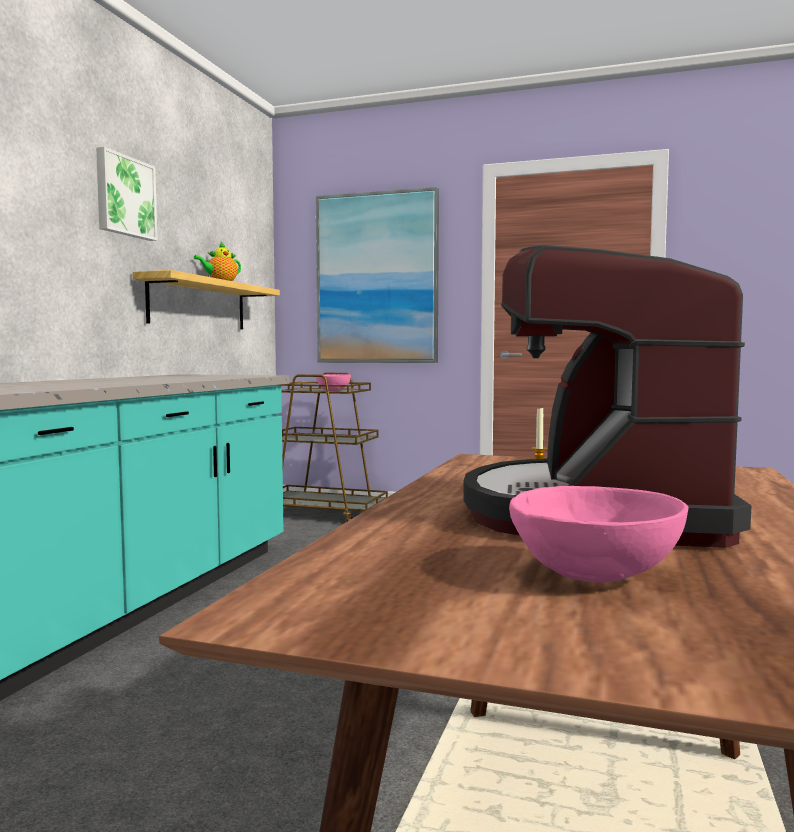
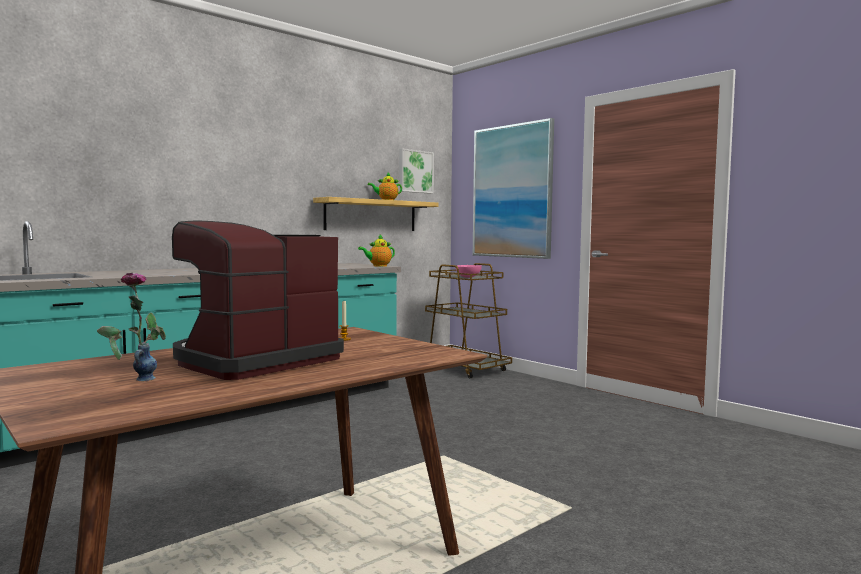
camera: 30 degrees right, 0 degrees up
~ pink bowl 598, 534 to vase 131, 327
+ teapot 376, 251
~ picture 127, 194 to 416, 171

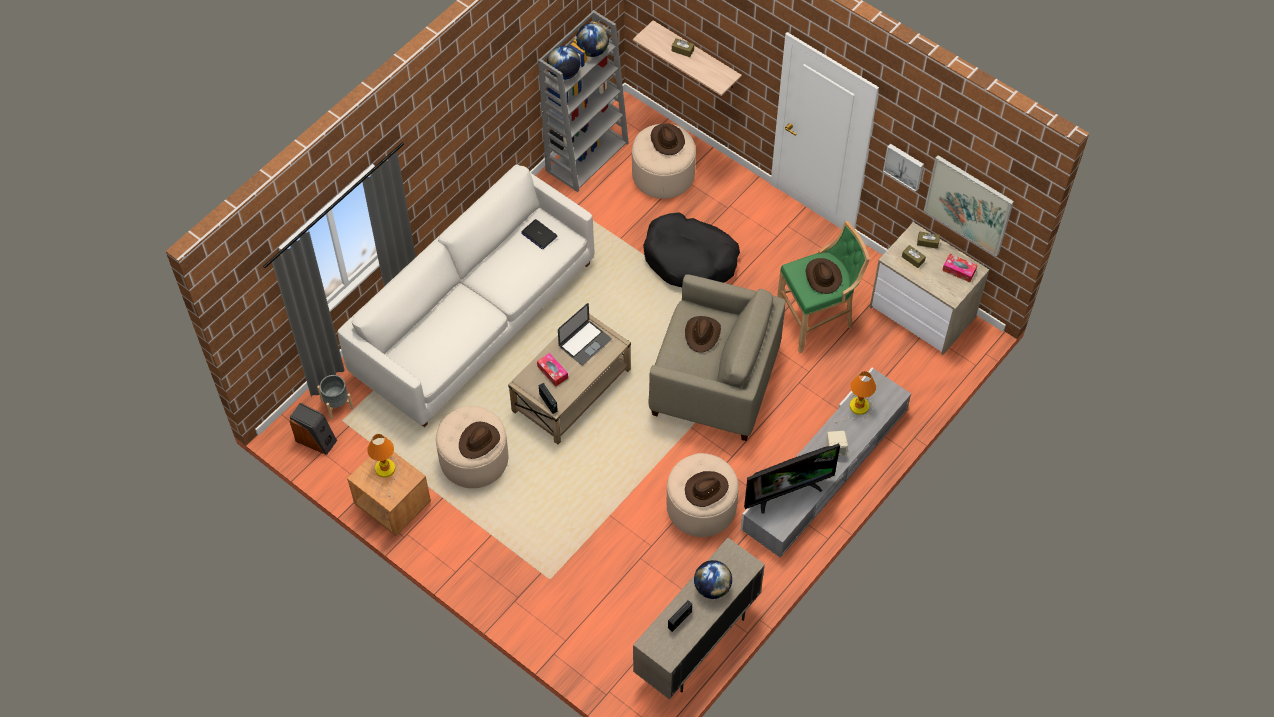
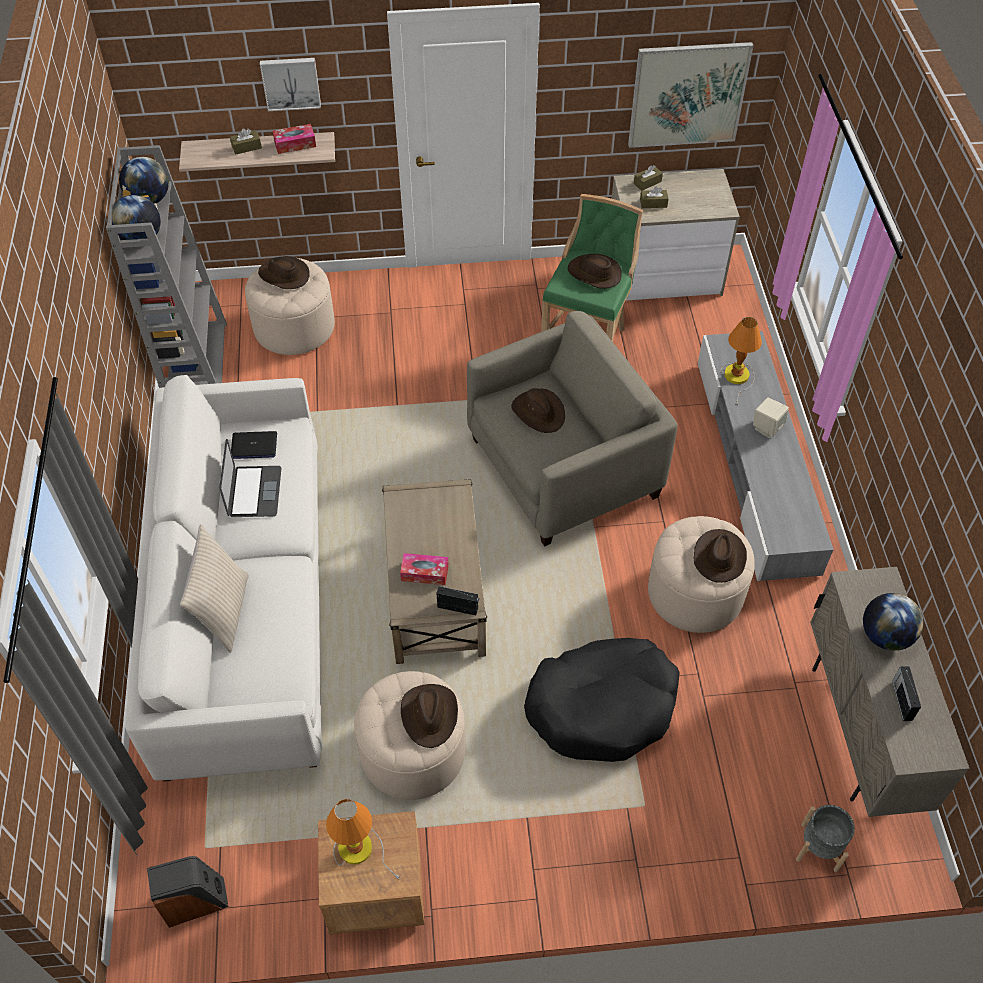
camera: 45 degrees left, 5 degrees down
+ beige pillow 214, 588
~ laptop 585, 334 to 250, 478
~ picture 903, 168 to 290, 84
~ tissue box 959, 268 to 294, 139
~ black dog bed 691, 250 to 602, 700
~ grey planter 335, 397 to 825, 838
- television 792, 478

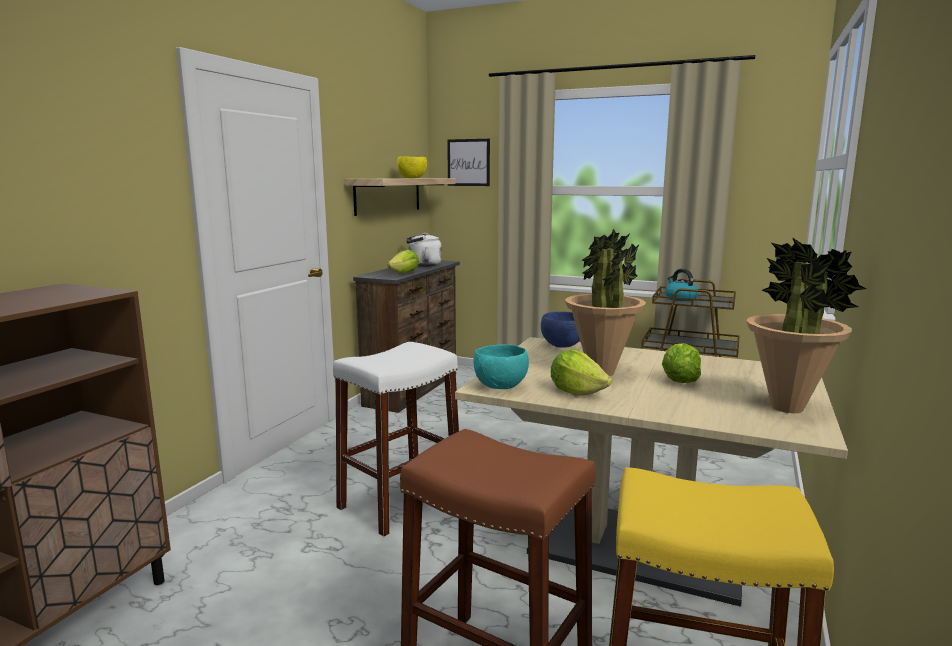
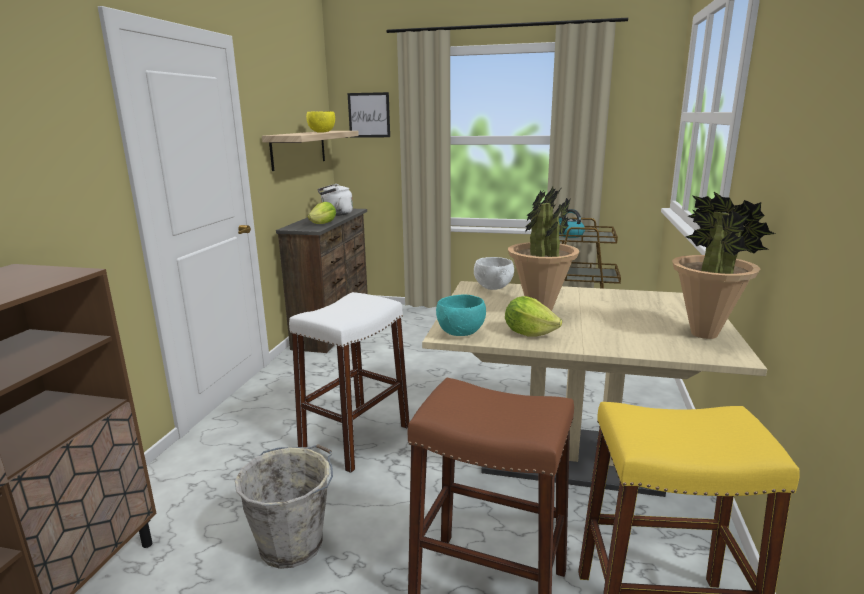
camera: 10 degrees left, 5 degrees up
+ grey bucket 284, 506
~ blue bowl 560, 329 to white bowl 494, 273
- lettuce 681, 363

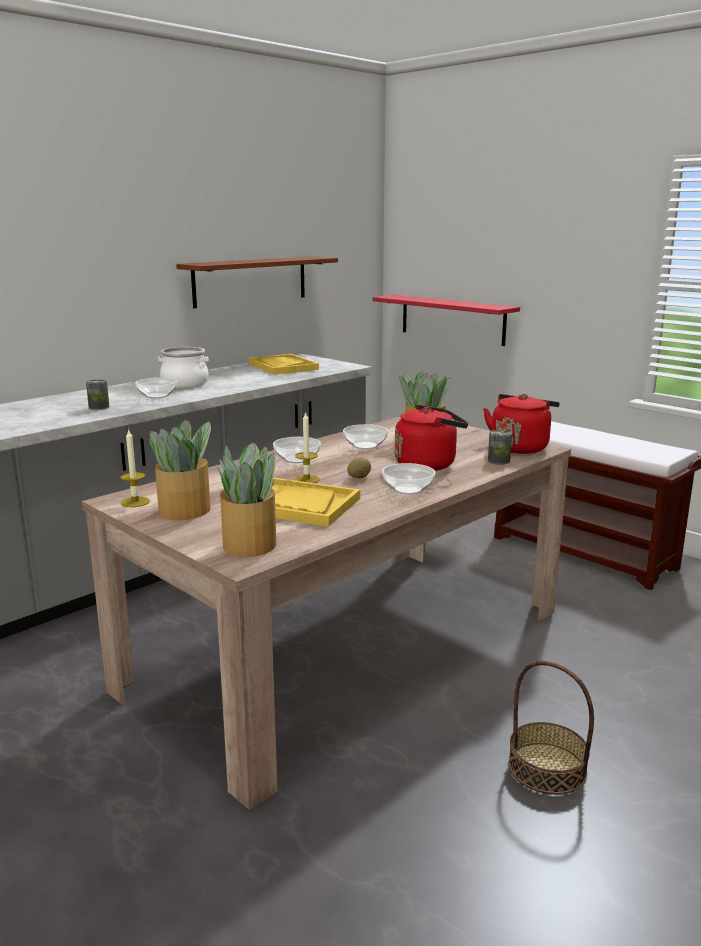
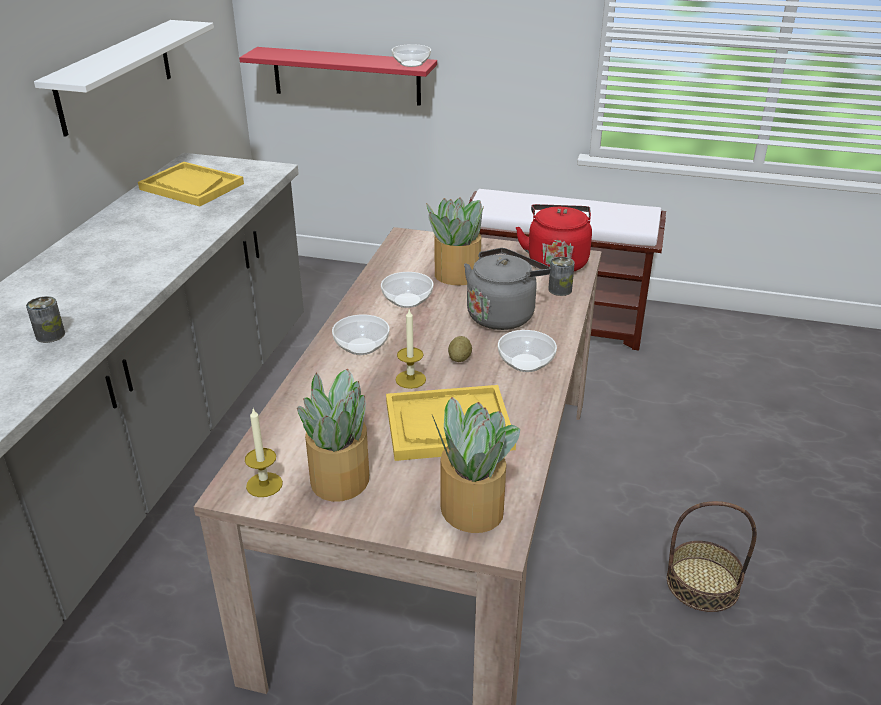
camera: 30 degrees left, 15 degrees up
~ brown shelf 257, 282 to white shelf 124, 78
~ bowl 156, 387 to 411, 55
~ red kettle 431, 438 to grey kettle 507, 289
- cooking pot 183, 367

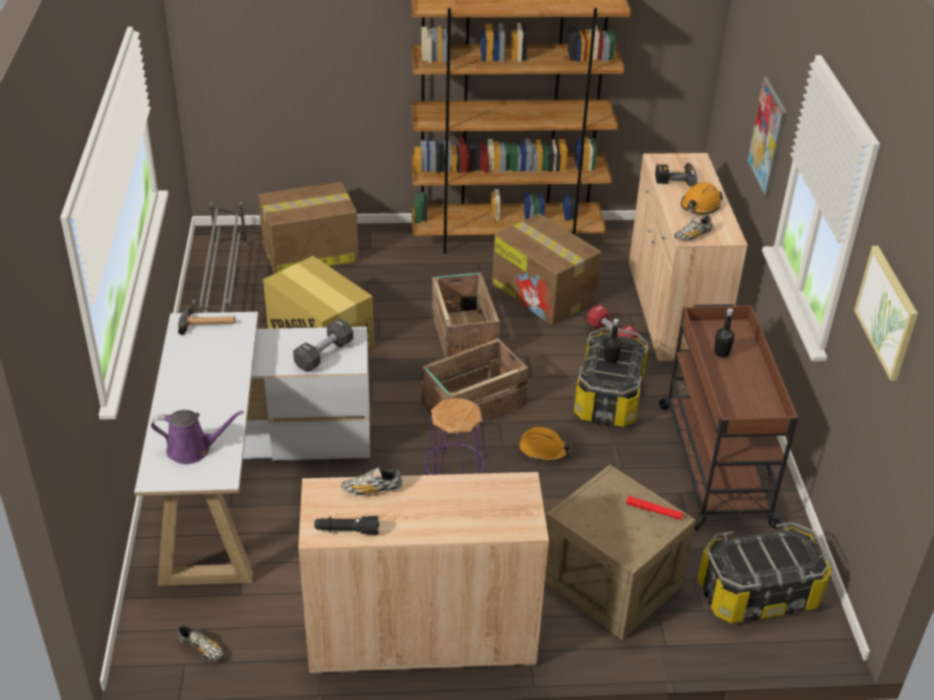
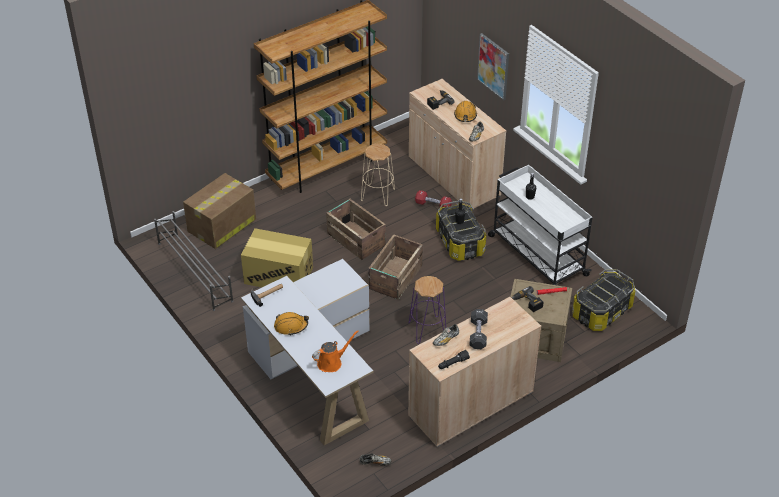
camera: 30 degrees left, 5 degrees up
~ orange hard hat 545, 444 to 291, 324
~ purple watering can 197, 437 to orange watering can 335, 351
~ cardboard box 547, 269 to beige stool 378, 175
~ black dumbbell 323, 345 to 479, 329
~ brown cart 728, 417 to white cart 540, 225
+ power drill 528, 299
- picture 886, 313

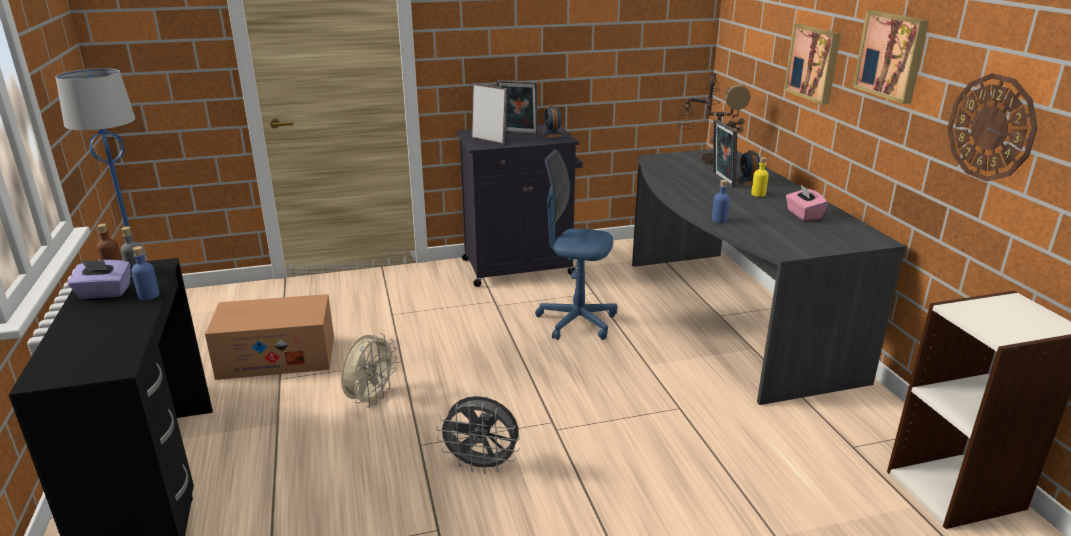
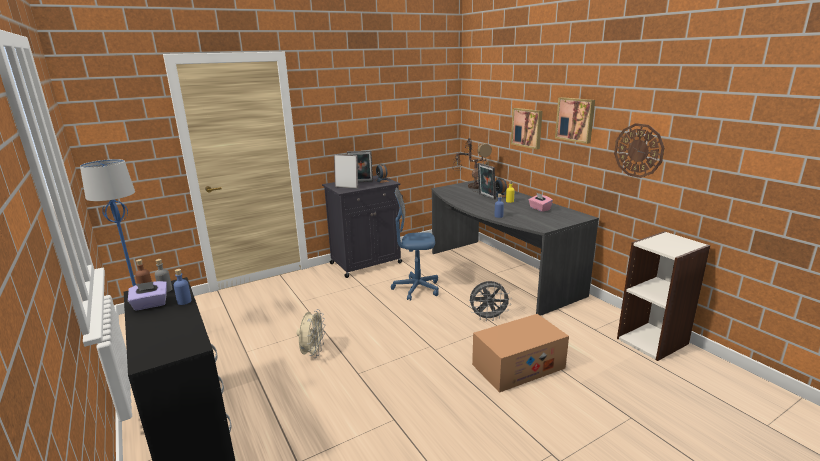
camera: 15 degrees left, 5 degrees down
~ grey fan 478, 435 to 490, 301
~ cardboard box 269, 337 to 520, 353

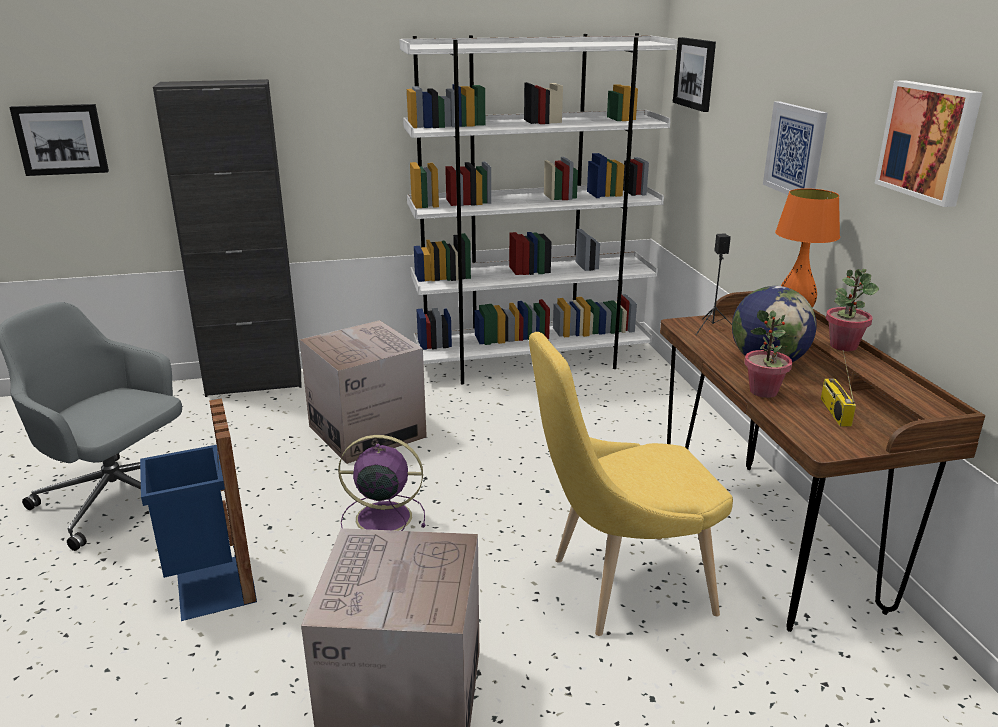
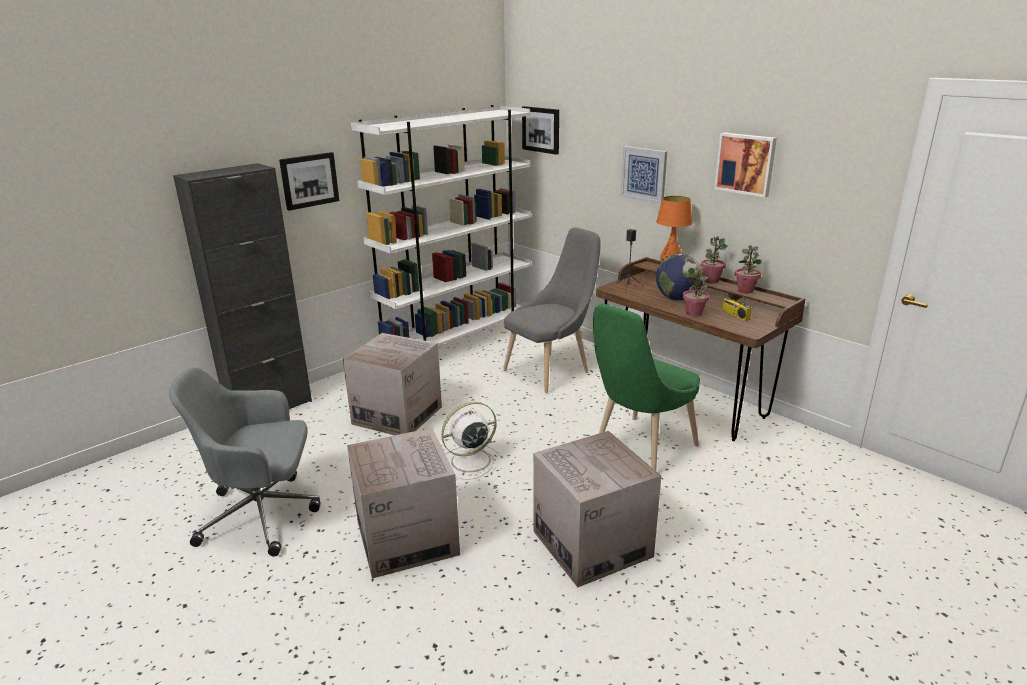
camera: 30 degrees left, 0 degrees up
~ picture 59, 140 to 309, 181
~ blue trash can 198, 509 to cardboard box 403, 503
~ purple fan 381, 483 to white fan 472, 441
+ grey chair 552, 310
~ yellow chair 631, 484 to green chair 646, 387
+ potted plant 748, 269

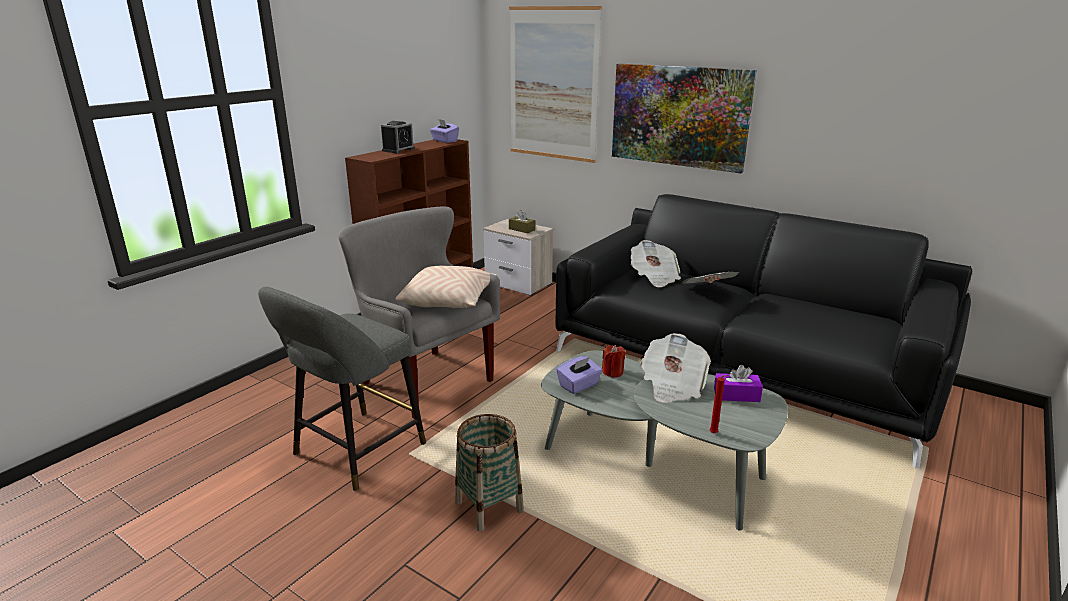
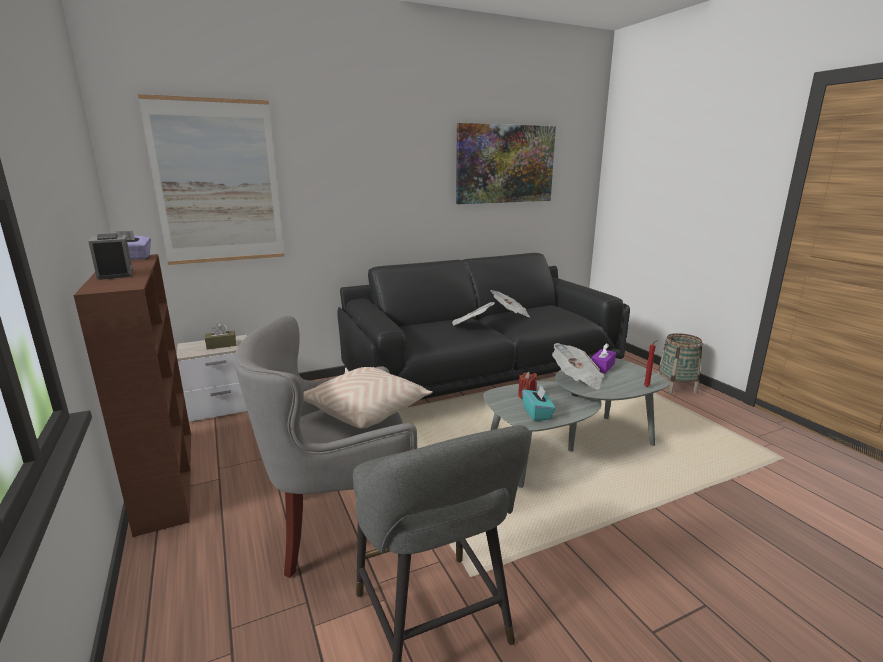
camera: 60 degrees left, 5 degrees down
~ picture 684, 118 to 506, 163
~ newspaper 656, 264 to 510, 303
~ purple tissue box 579, 375 to turquoise tissue box 539, 403
~ basket 489, 472 to 680, 363

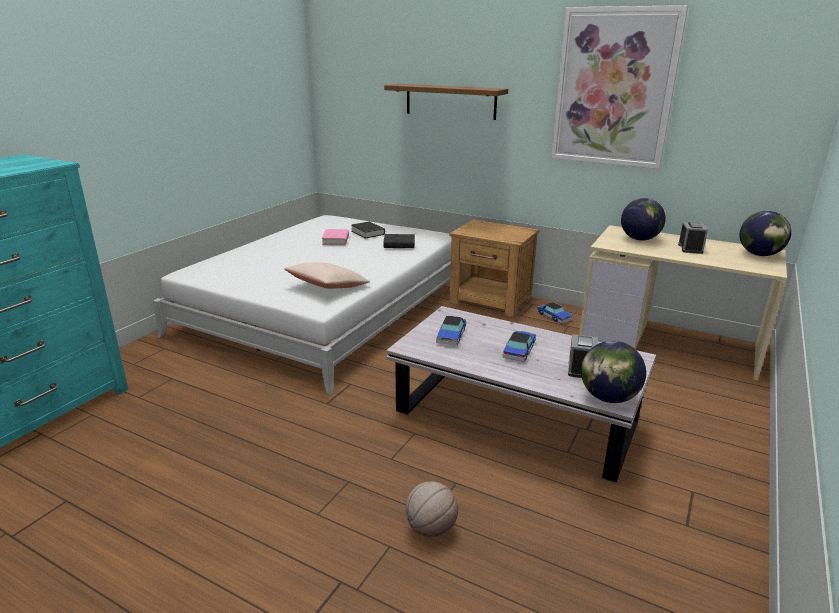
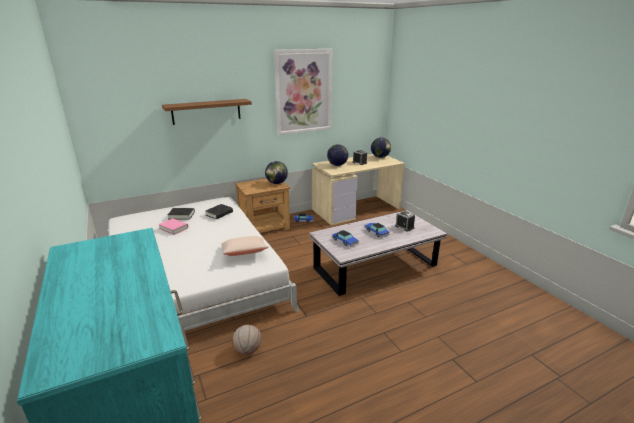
camera: 55 degrees left, 0 degrees up
~ basketball 431, 509 to 246, 340
~ globe 613, 372 to 276, 172

